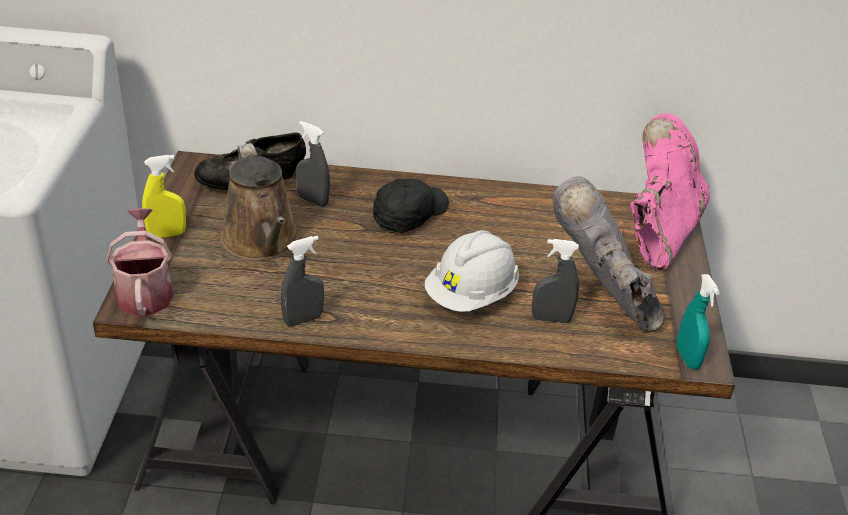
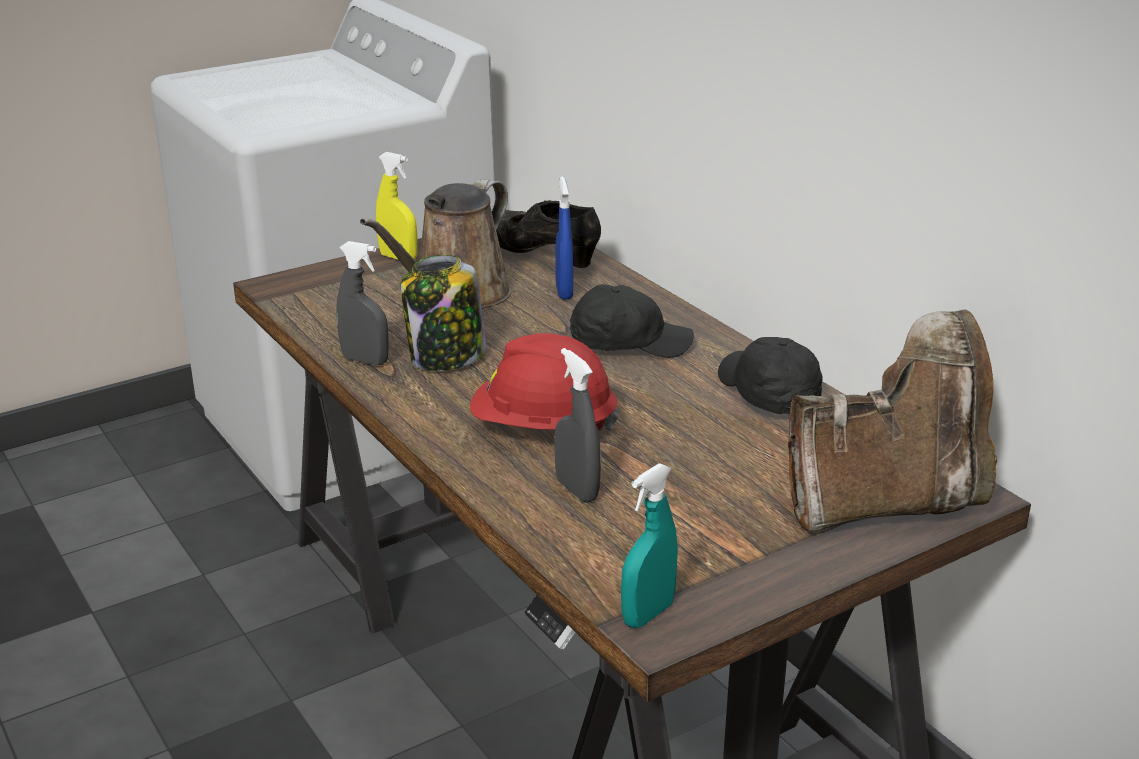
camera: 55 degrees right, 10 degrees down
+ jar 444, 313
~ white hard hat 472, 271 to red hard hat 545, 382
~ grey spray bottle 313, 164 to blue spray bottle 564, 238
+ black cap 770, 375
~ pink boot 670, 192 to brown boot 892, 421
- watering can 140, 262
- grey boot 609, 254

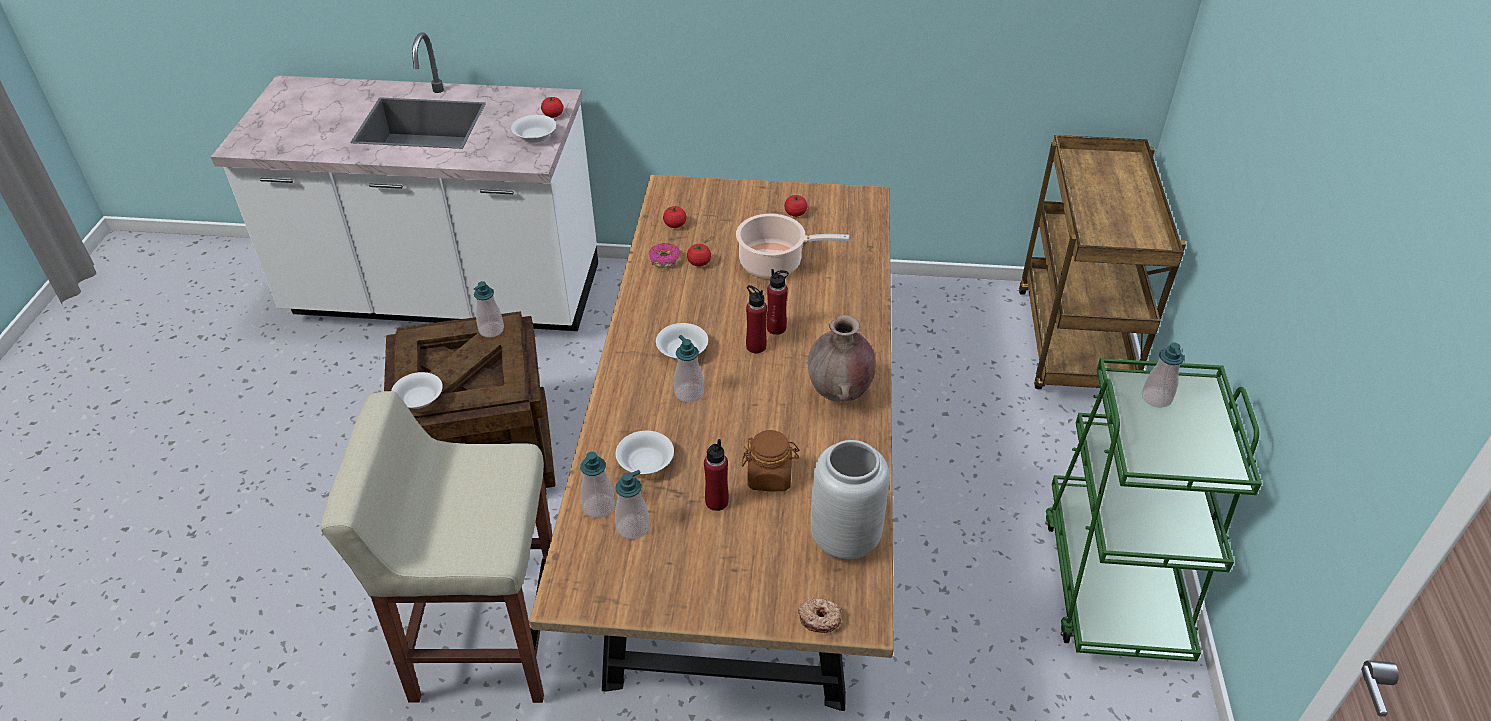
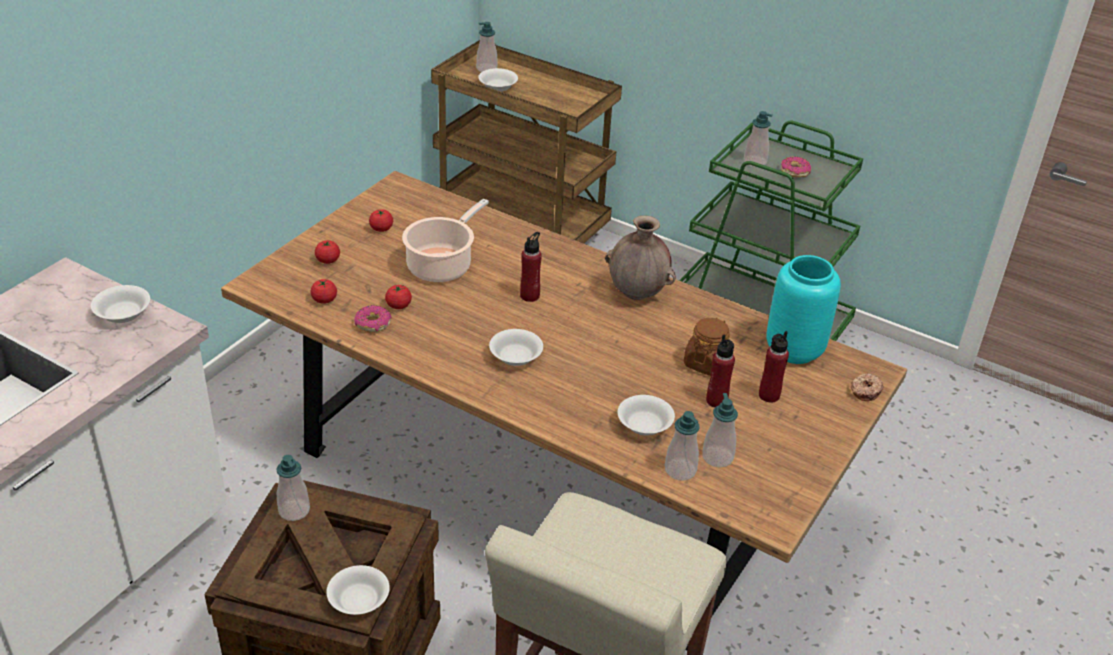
camera: 65 degrees left, 5 degrees down
~ tomato 552, 107 to 327, 252
~ soap dispenser 689, 368 to 486, 47
+ white bowl 498, 80
~ red bottle 756, 319 to 774, 367
~ grey vase 850, 499 to turquoise vase 804, 309
+ donut 796, 167

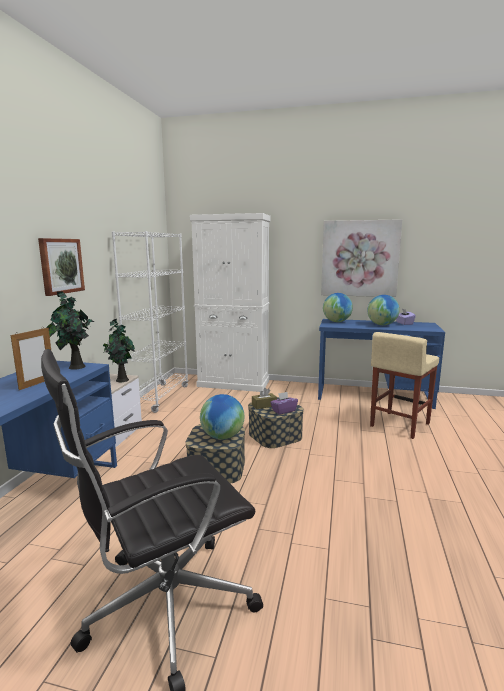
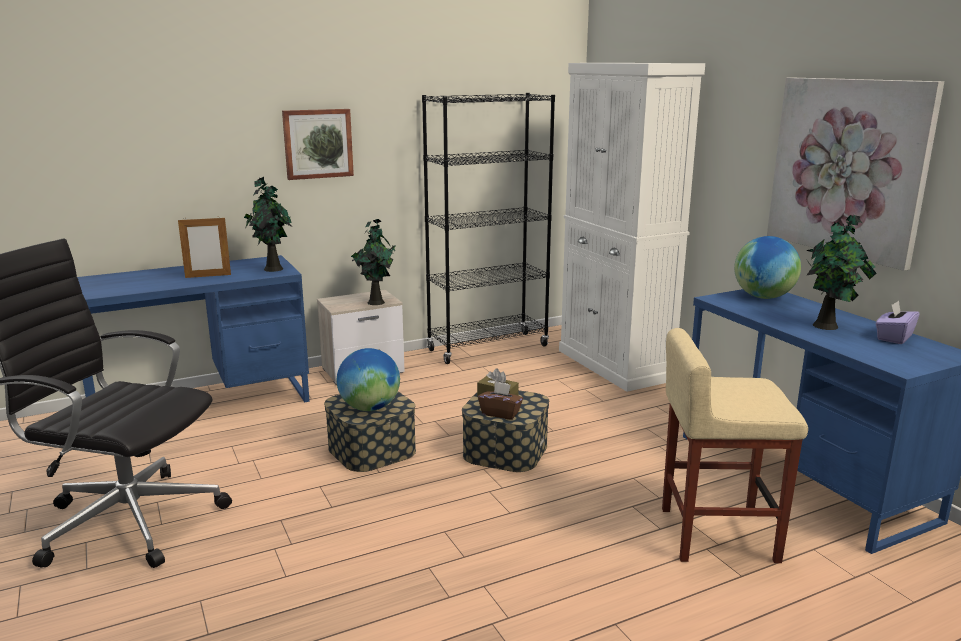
camera: 50 degrees right, 5 degrees up
~ white bookcase 150, 322 to black bookcase 488, 228
~ purple tissue box 284, 403 to brown tissue box 500, 401
~ globe 383, 310 to potted plant 841, 272

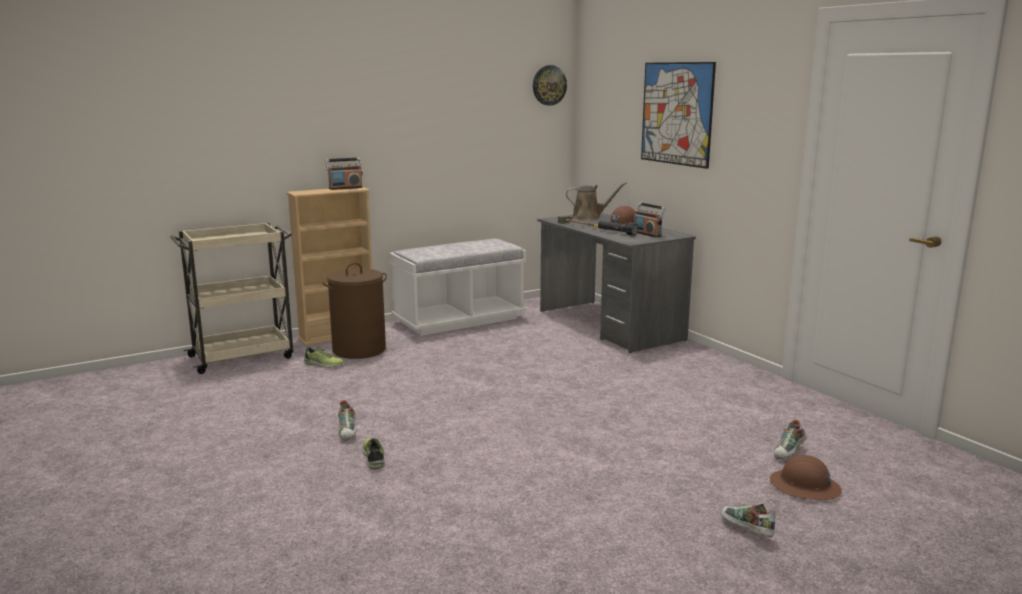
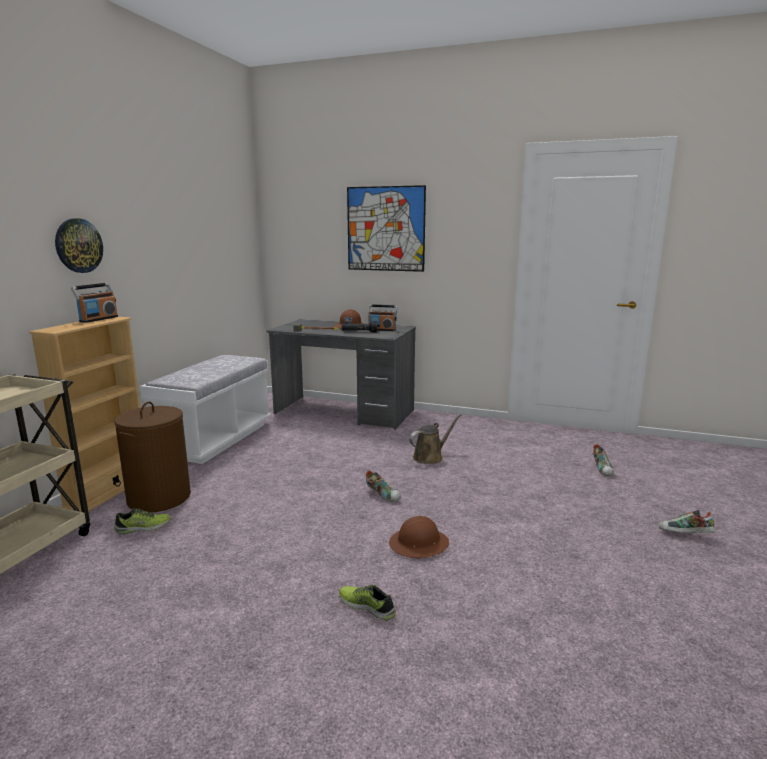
camera: 40 degrees left, 0 degrees up
~ wall clock 550, 85 to 79, 245
~ shoe 347, 420 to 383, 486
~ brown hard hat 806, 477 to 419, 537
~ brown watering can 596, 200 to 435, 439

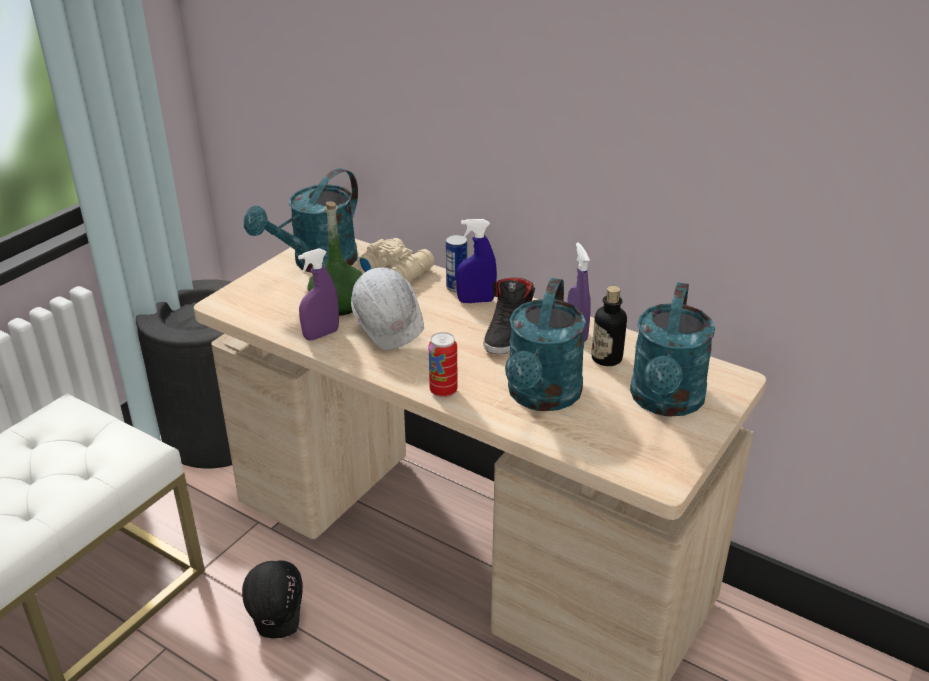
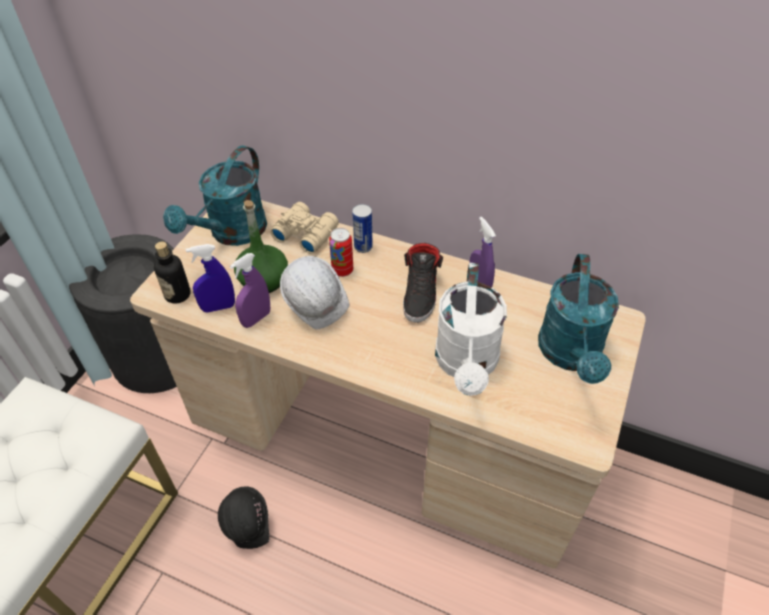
camera: 10 degrees left, 15 degrees up
~ bottle 609, 326 to 172, 273
~ blue spray bottle 476, 261 to 210, 278
~ can 443, 365 to 341, 252
~ turquoise watering can 545, 344 to white watering can 471, 329

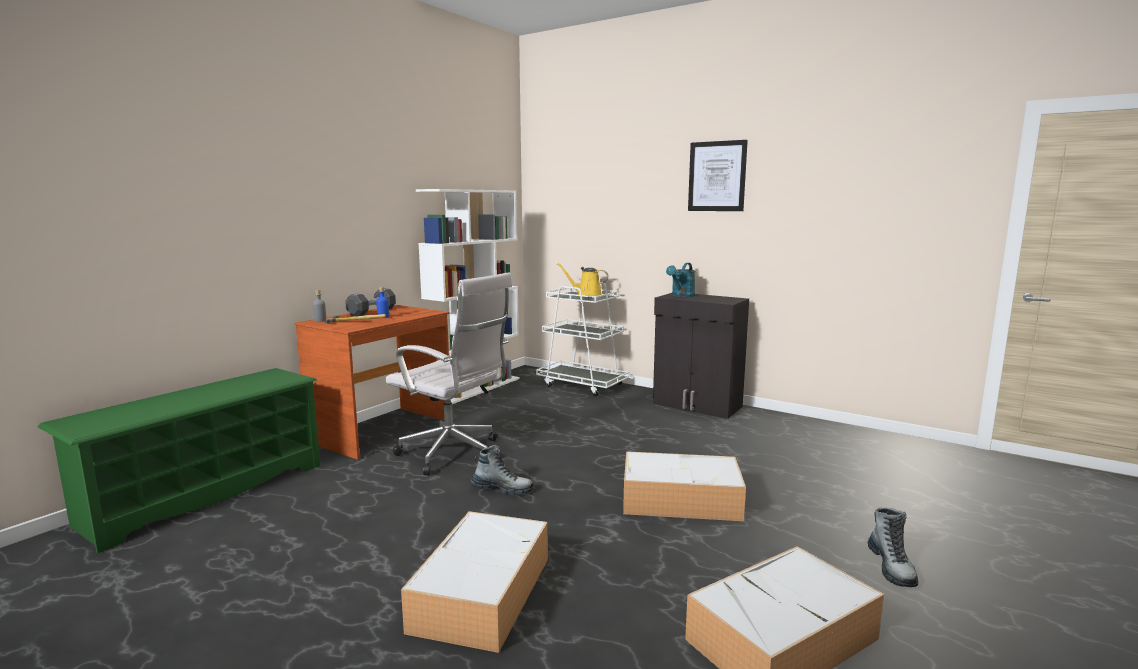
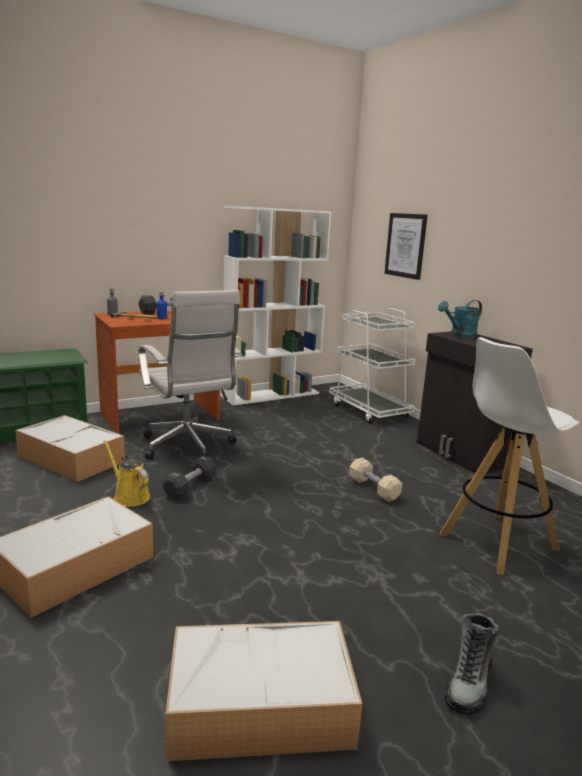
camera: 25 degrees right, 5 degrees up
~ storage box 684, 486 to 70, 448
~ yellow watering can 583, 280 to 127, 473
~ boot 502, 470 to black dumbbell 189, 477
+ beige dumbbell 375, 480
~ picture 718, 175 to 406, 246
+ white stool 510, 456

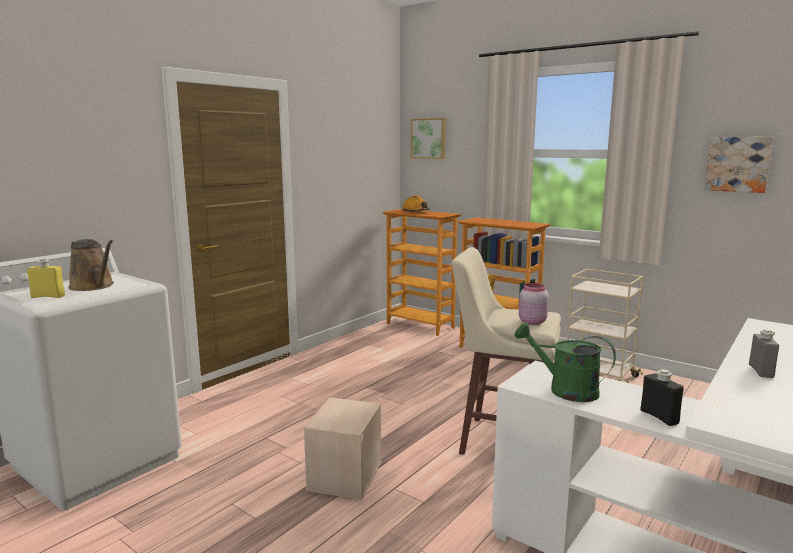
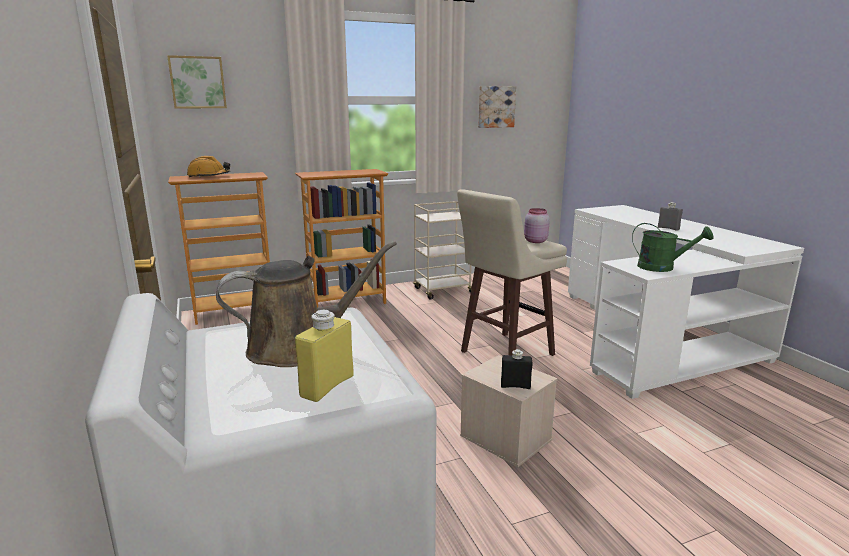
camera: 60 degrees left, 5 degrees up
~ black bottle 662, 397 to 517, 369
~ green watering can 565, 362 = 673, 247 135 degrees counterclockwise

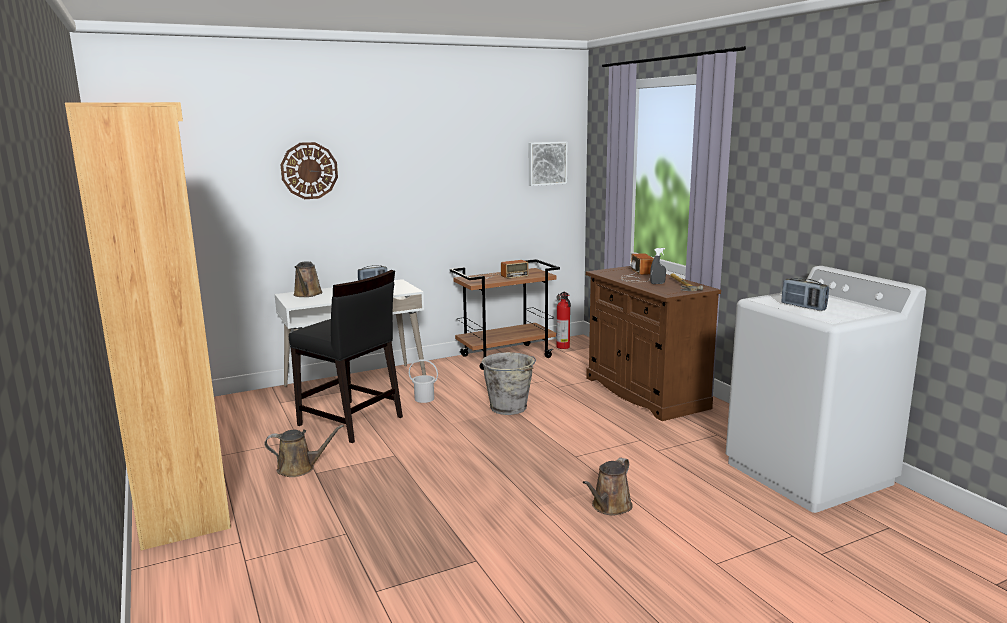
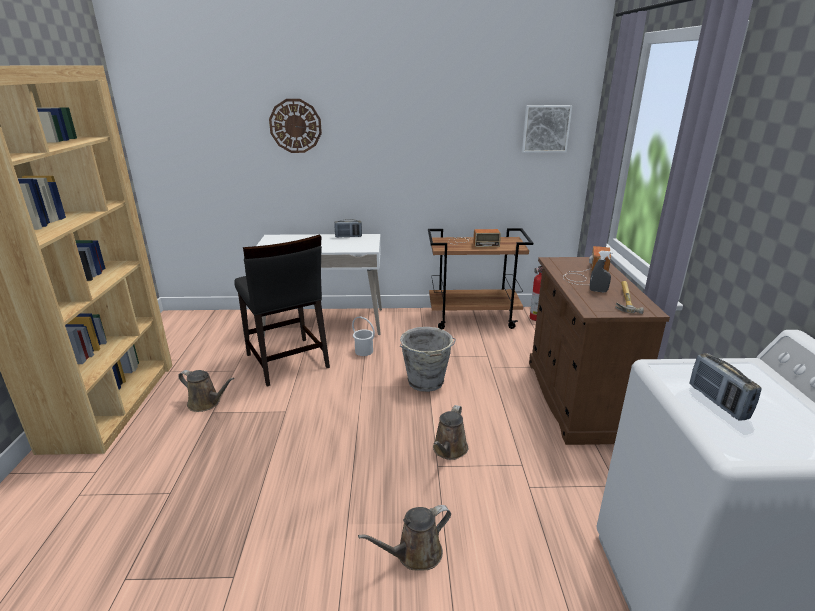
camera: 25 degrees right, 10 degrees up
~ brown watering can 308, 279 to 450, 432

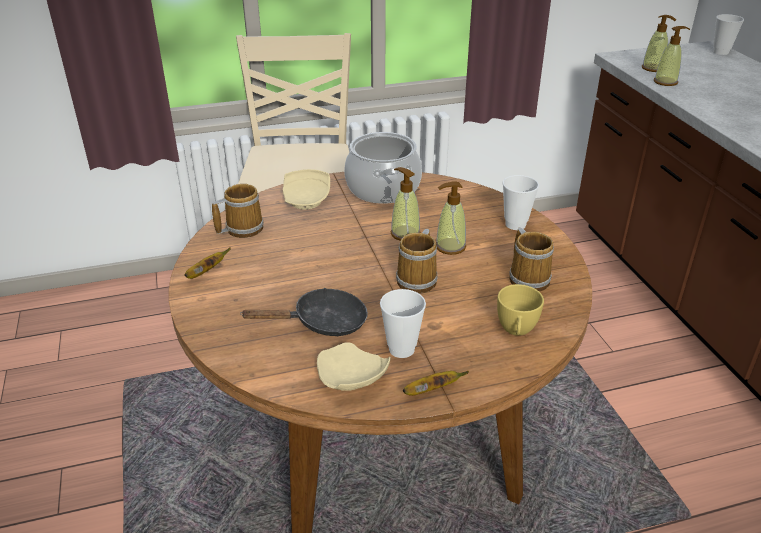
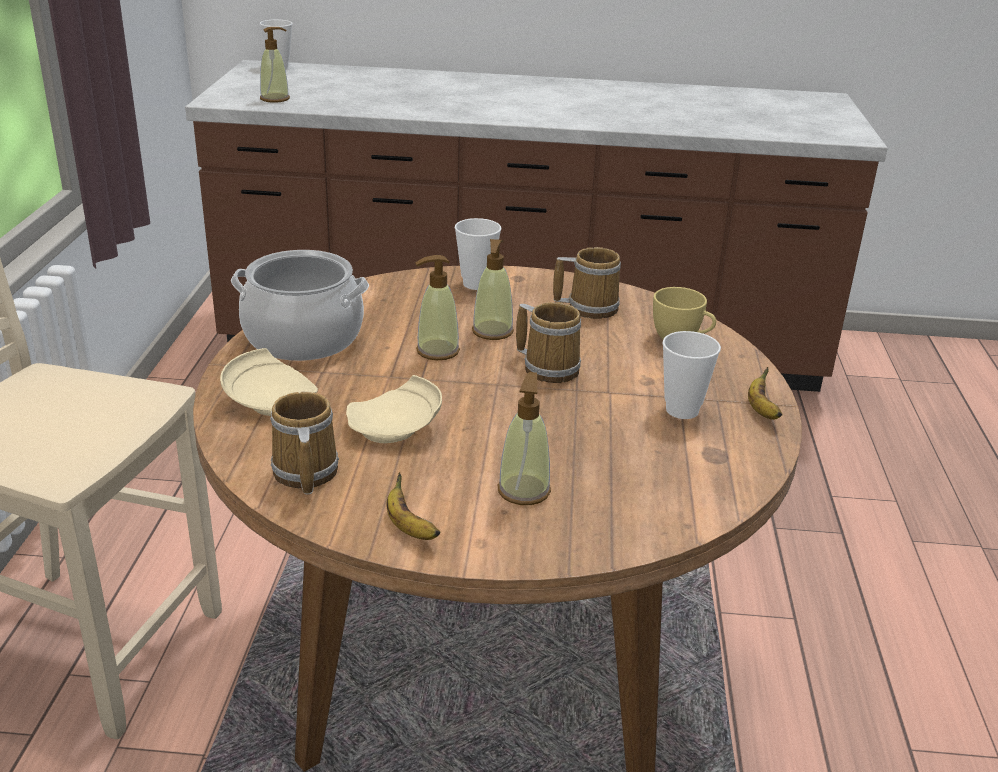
camera: 70 degrees left, 5 degrees down
~ beige plate 353, 366 to 394, 409
~ soap dispenser 672, 56 to 524, 438
- black frying pan 304, 312

